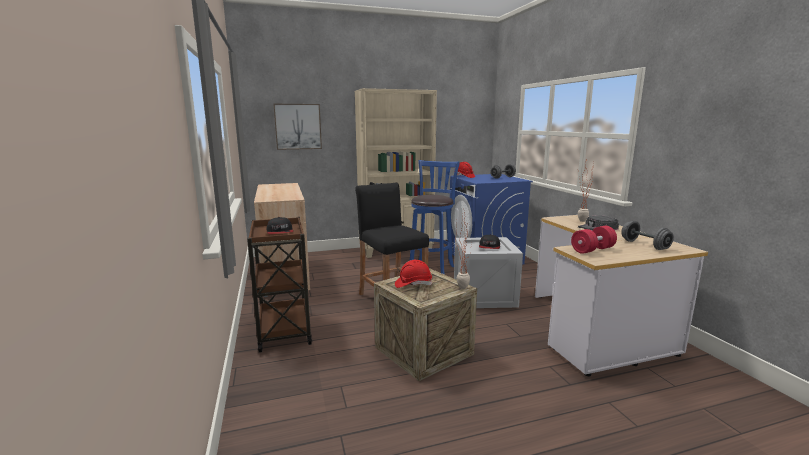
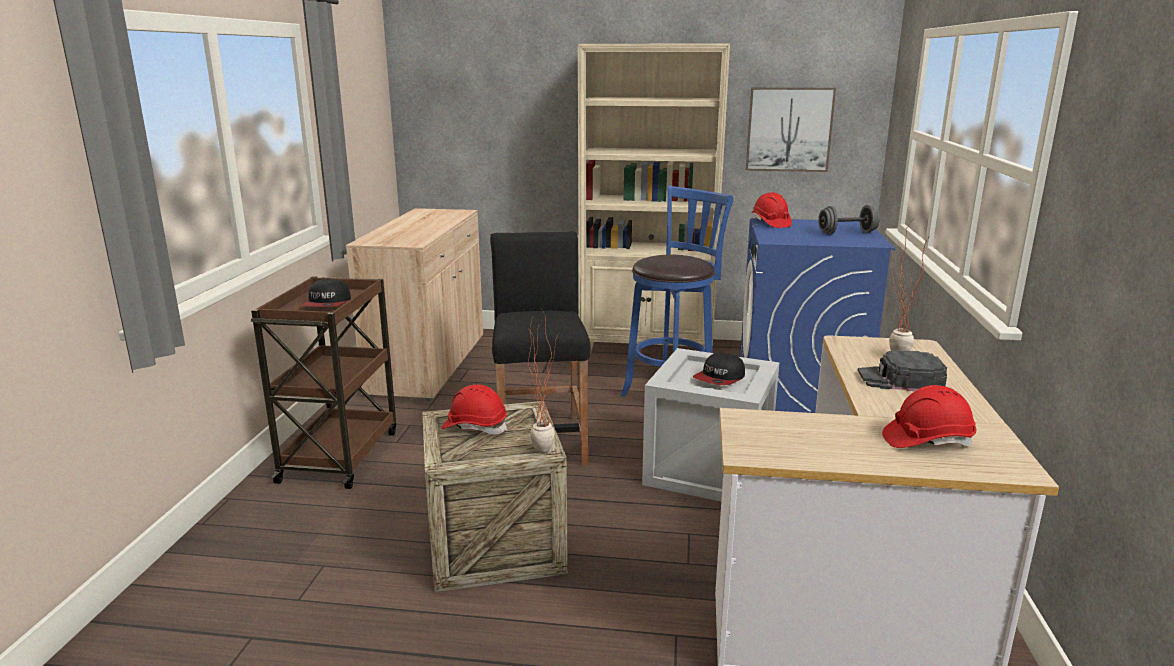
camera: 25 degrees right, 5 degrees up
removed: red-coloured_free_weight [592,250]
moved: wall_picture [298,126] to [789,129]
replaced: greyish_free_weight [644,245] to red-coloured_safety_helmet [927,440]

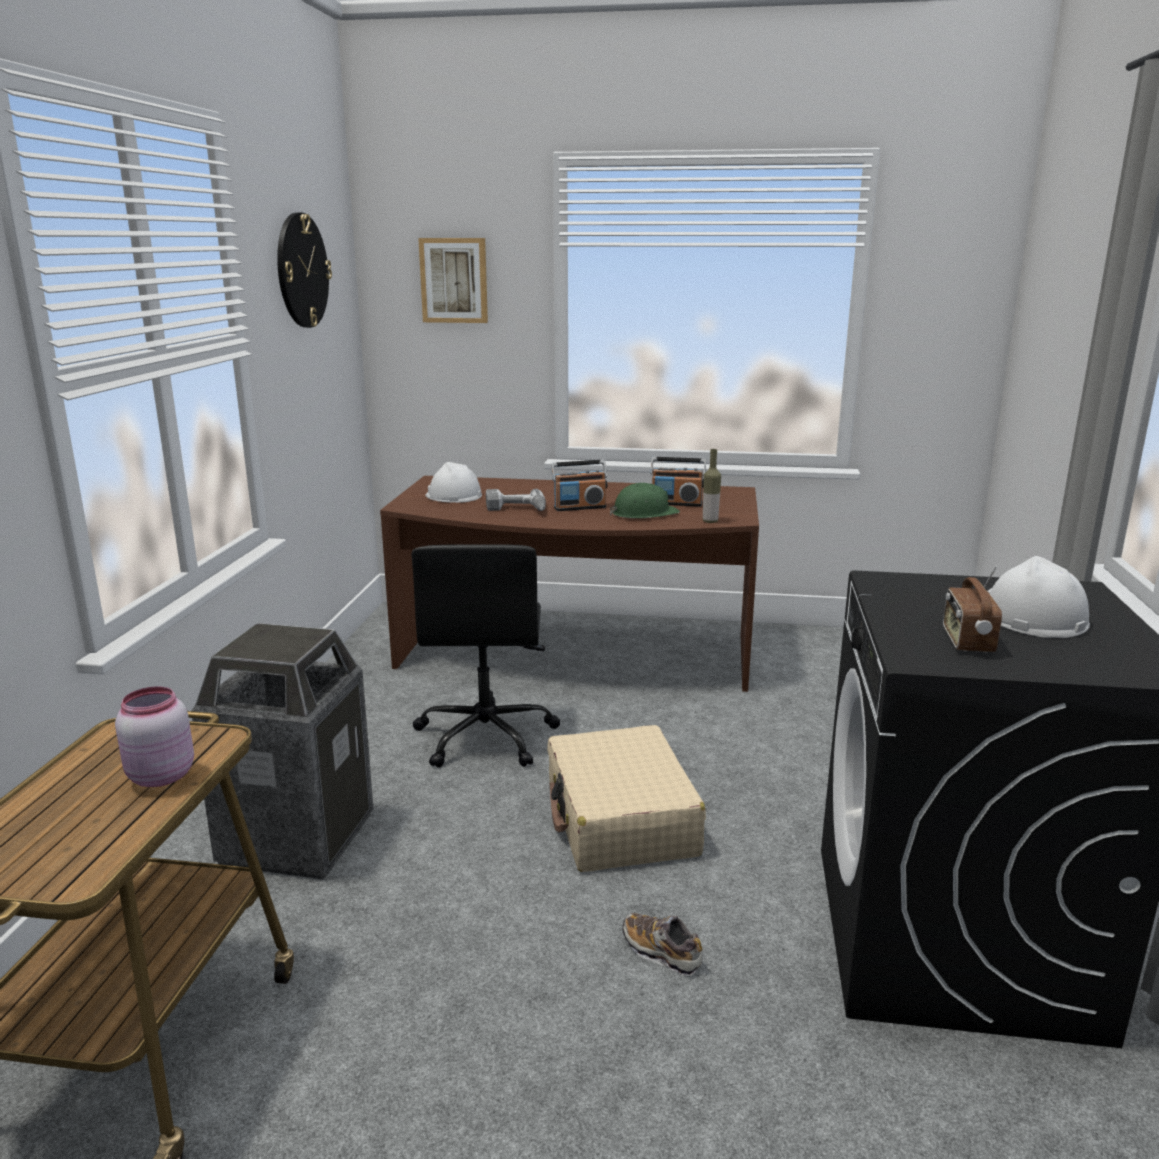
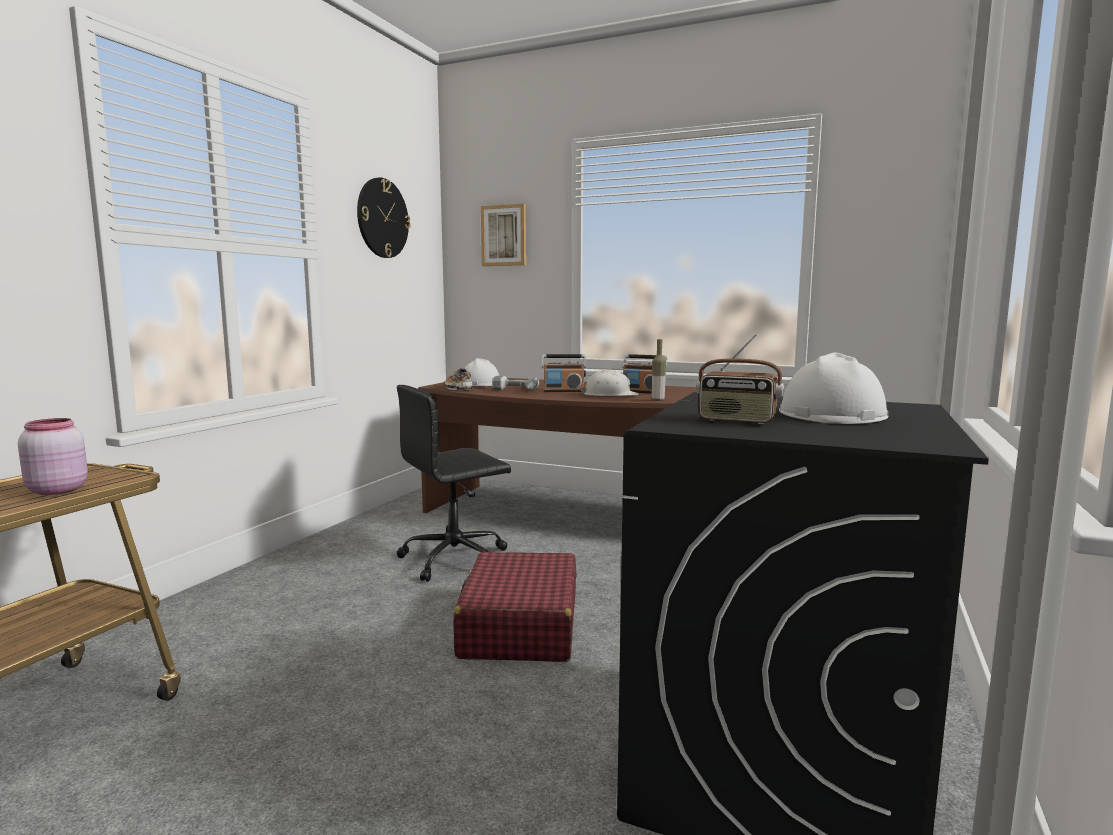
camera: 15 degrees right, 10 degrees down
removed: trash_can [297,838]
moved: low_shoe [661,952] to [458,388]
recoloured: beige_travel_case [620,819] to red-coloured_travel_case [519,626]; green-coloured_safety_helmet [644,513] to whitish_safety_helmet [609,395]
turned: blackish_desk_chair [486,736] = [456,559] 45 degrees clockwise; radio_set [966,641] = [737,421] 90 degrees counterclockwise

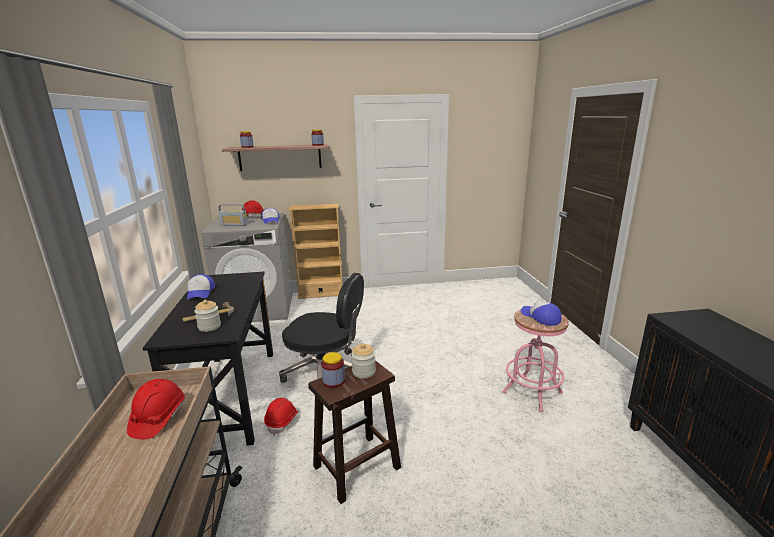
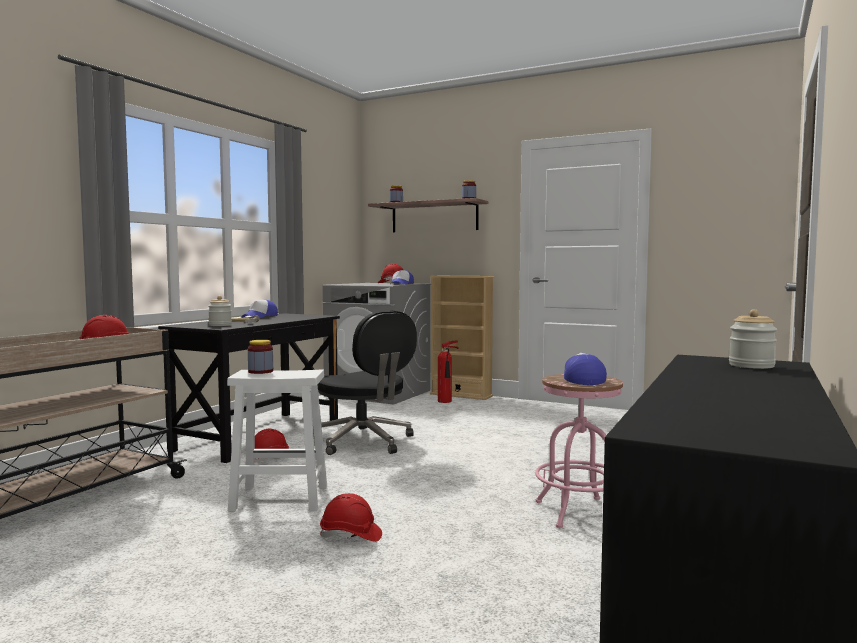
camera: 35 degrees right, 15 degrees down
removed: radio_set [234,224]
added: red-coloured_safety_helmet [351,536]; fire-fighting_cylinder [446,401]
moved: jar [364,372] to [751,365]
recoloured: brownish_stool_seat [356,468] to whitish_stool_seat [278,498]

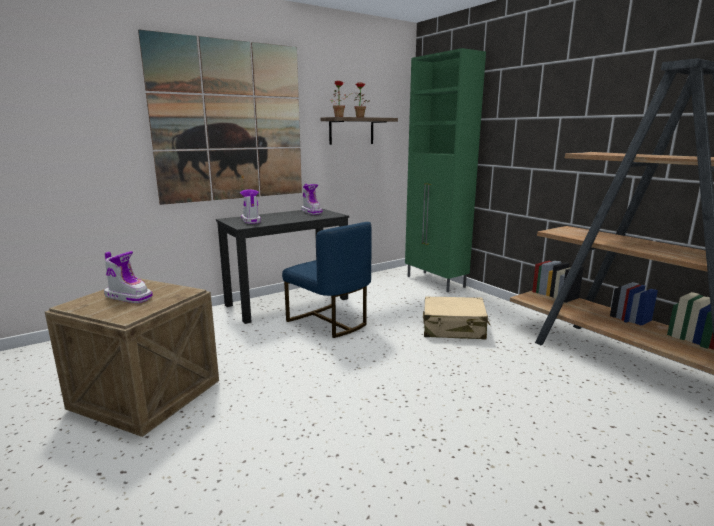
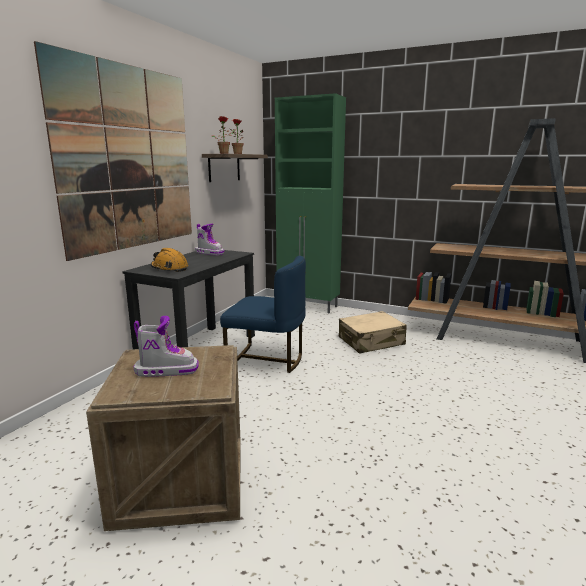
camera: 30 degrees left, 0 degrees up
replaced: boot [251,220] to orangey_safety_helmet [169,268]

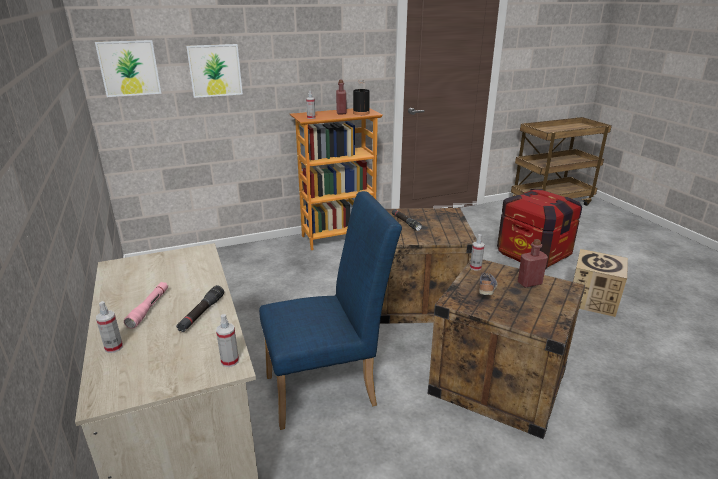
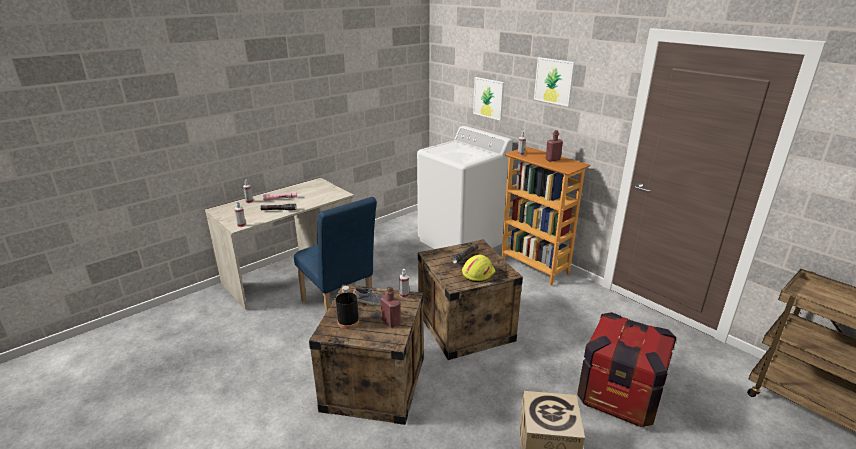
camera: 70 degrees right, 0 degrees up
added: whitish_laundry_machine [461,241]; yellow_safety_helmet [478,273]
moved: wall_picture [129,68] to [554,81]; blackish_beverage_bottle [361,113] to [348,322]

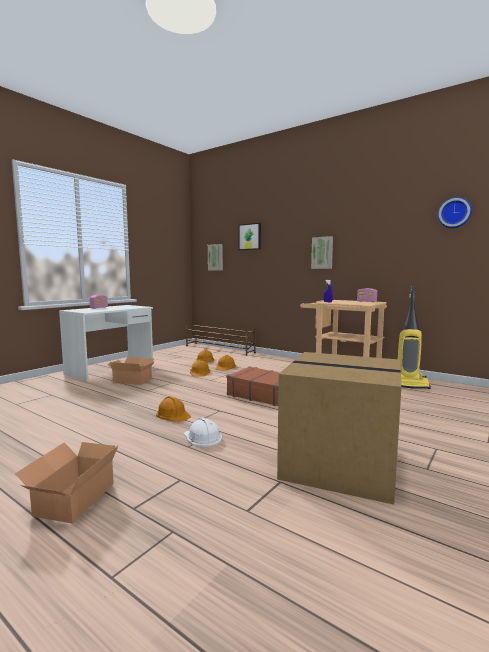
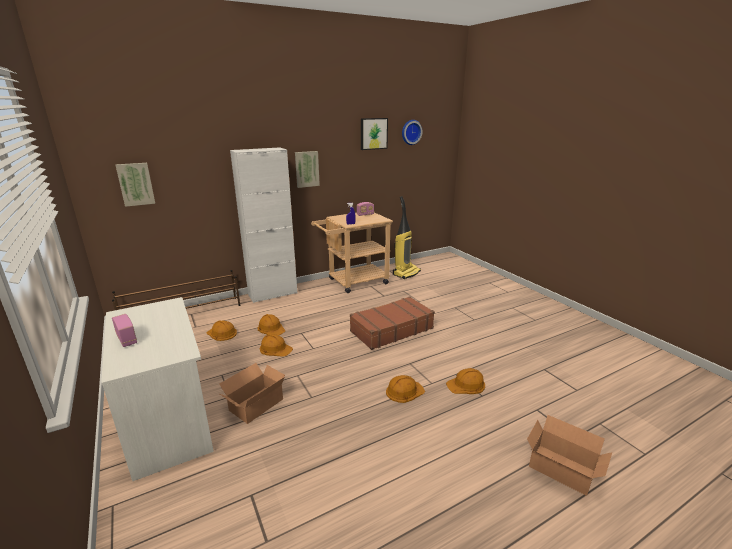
camera: 65 degrees left, 15 degrees up
removed: carton [338,464]
added: whitish_cupboard [273,294]
moved: wall_picture [250,236] to [373,133]
recoloured: whitish_safety_helmet [202,437] to orangey_safety_helmet [466,385]

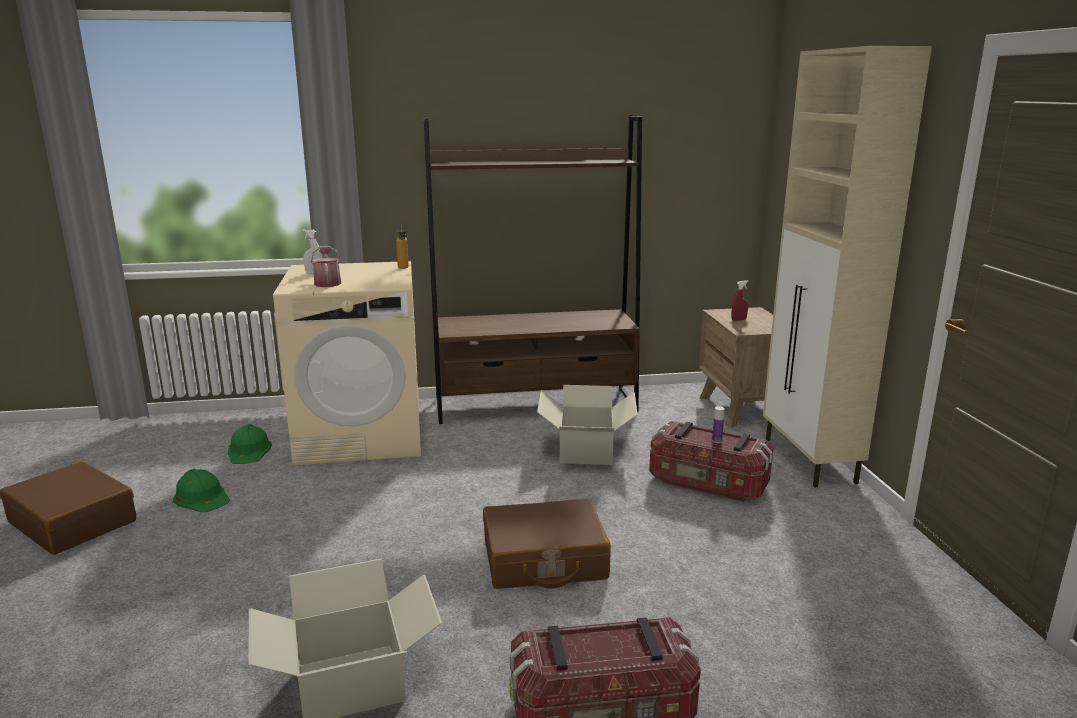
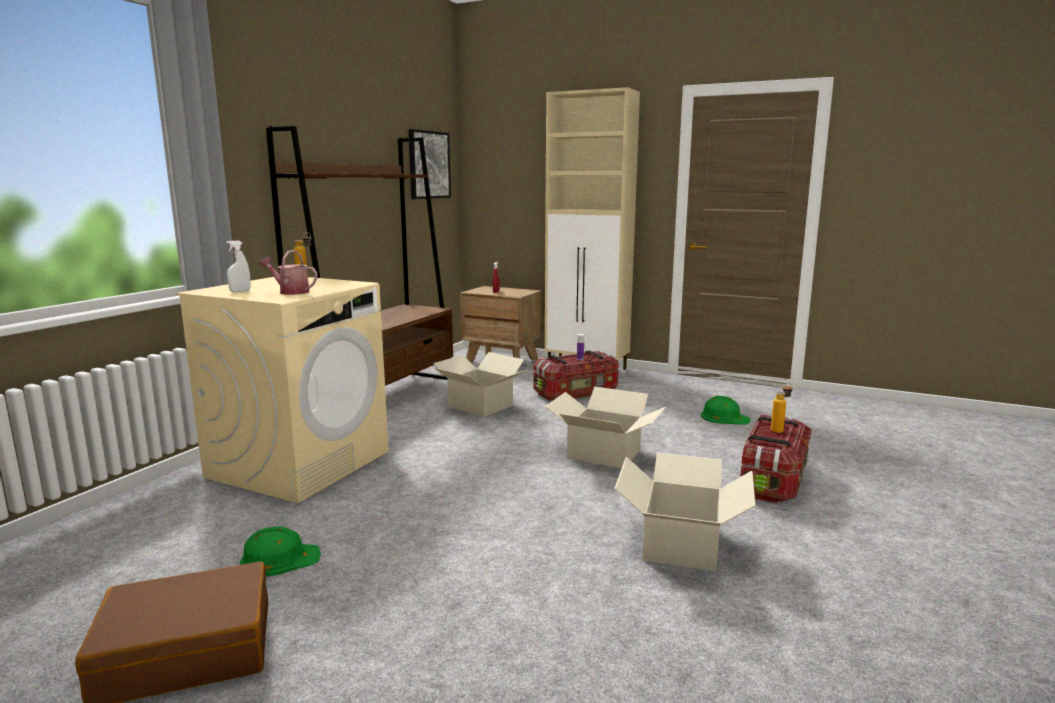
camera: 55 degrees left, 5 degrees down
added: wall_picture [428,165]; beverage_bottle [780,430]
moved: green-coloured_safety_helmet [249,451] to [724,417]
replaced: brownish_travel_case [544,560] to carton [604,453]

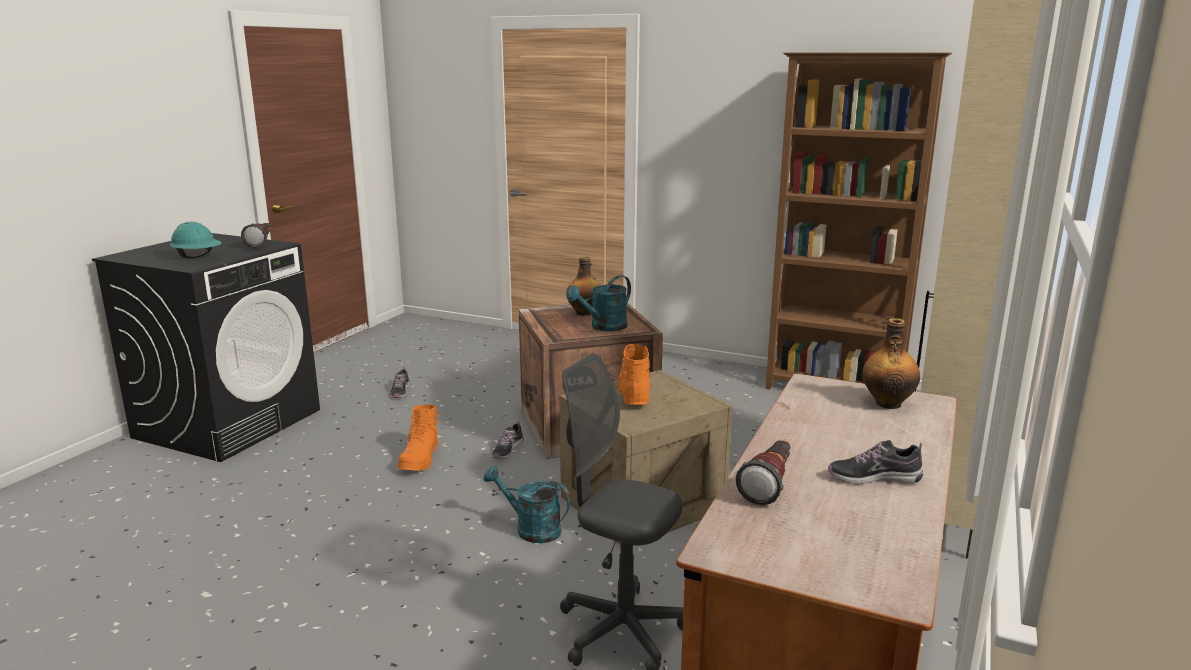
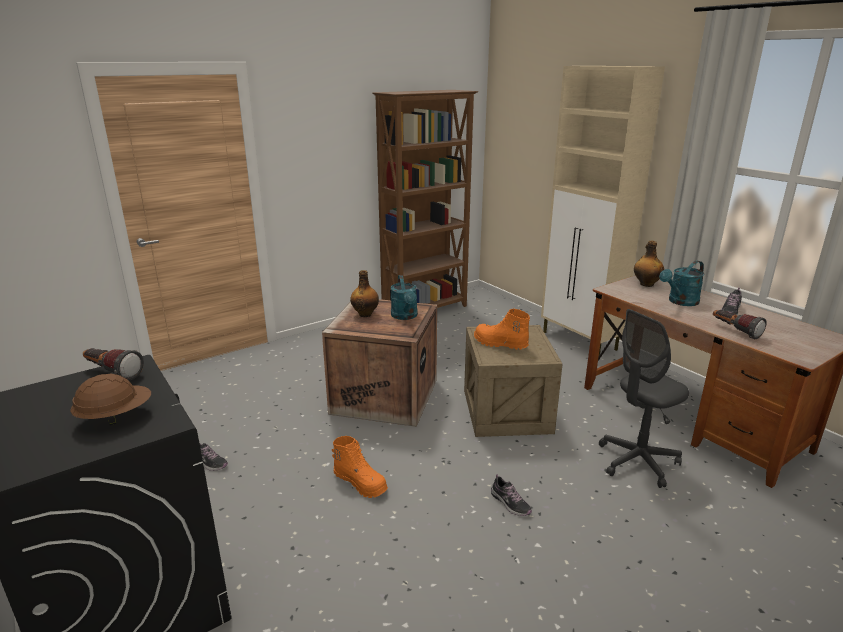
camera: 60 degrees left, 5 degrees up
moved: turquoise_watering_can [531,529] to [680,302]; low_shoe [507,450] to [510,503]
recoloured: turquoise_safety_helmet [198,257] to brownish_safety_helmet [116,417]

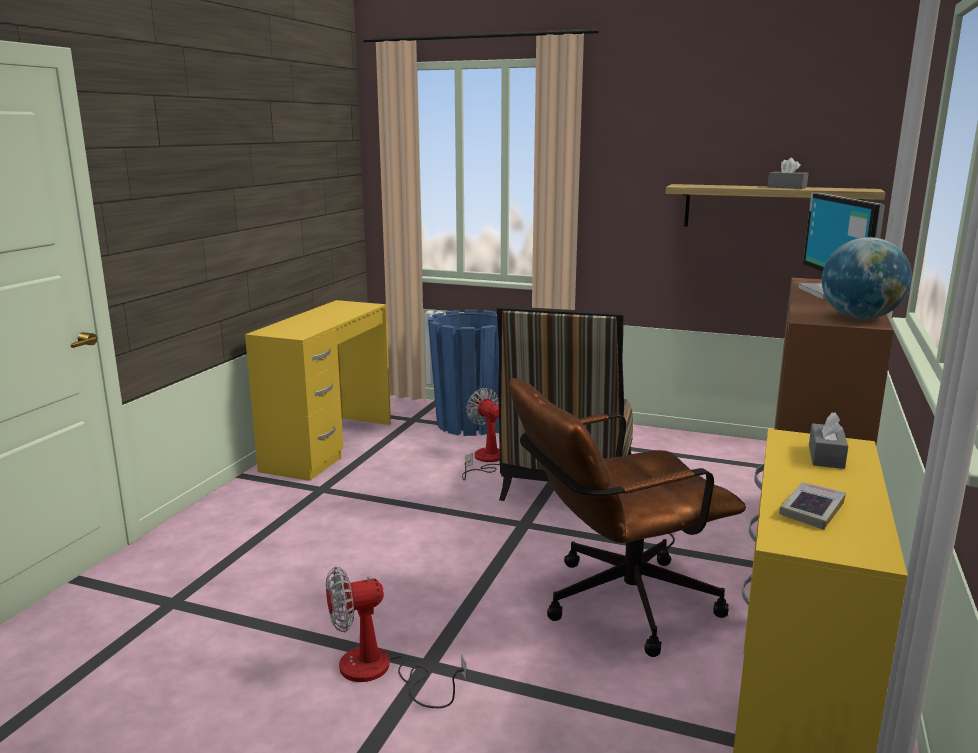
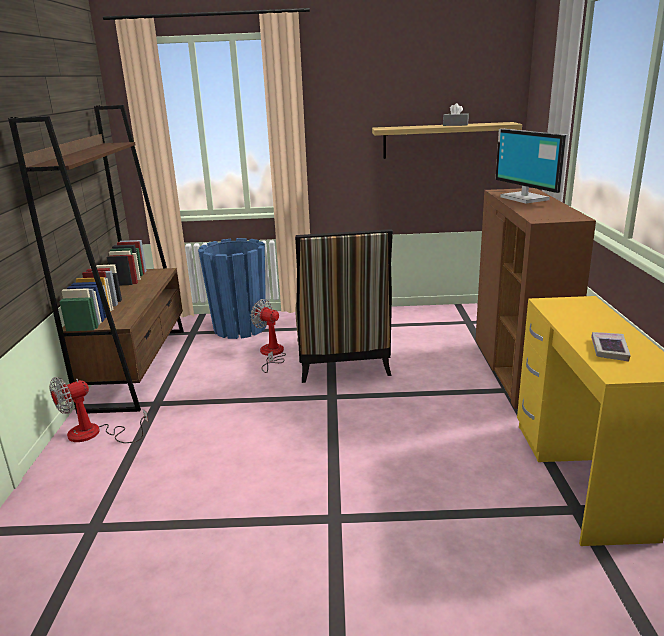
camera: 20 degrees left, 5 degrees up
removed: brownish_desk_chair [615,604]; greyish_tissue_holder [826,456]; world_globe [860,318]
moved: fan [380,672] to [94,434]
replaced: yellow_desk [328,446] to brownish_shelving_unit [137,367]

